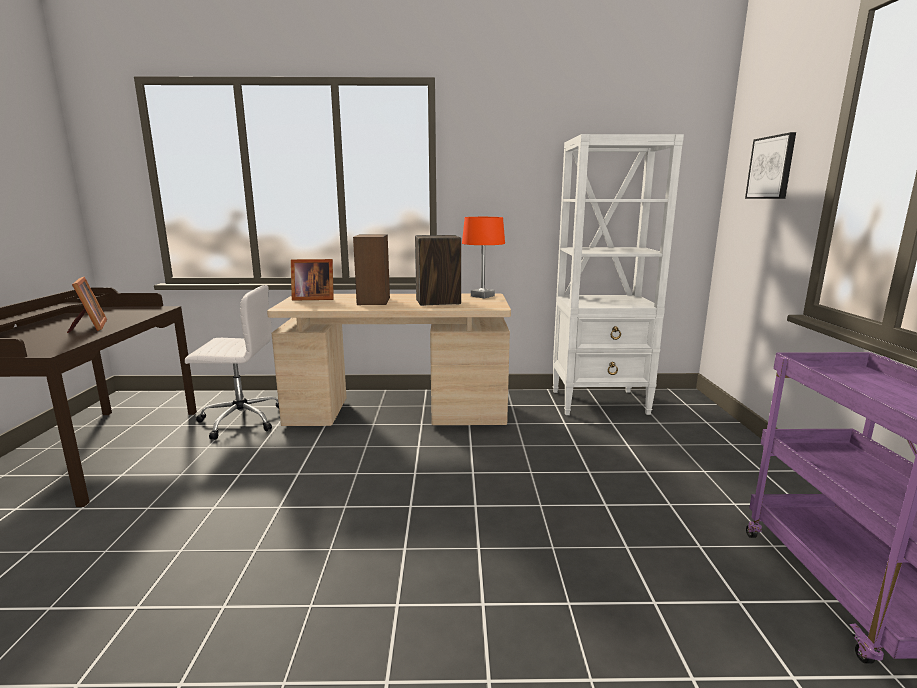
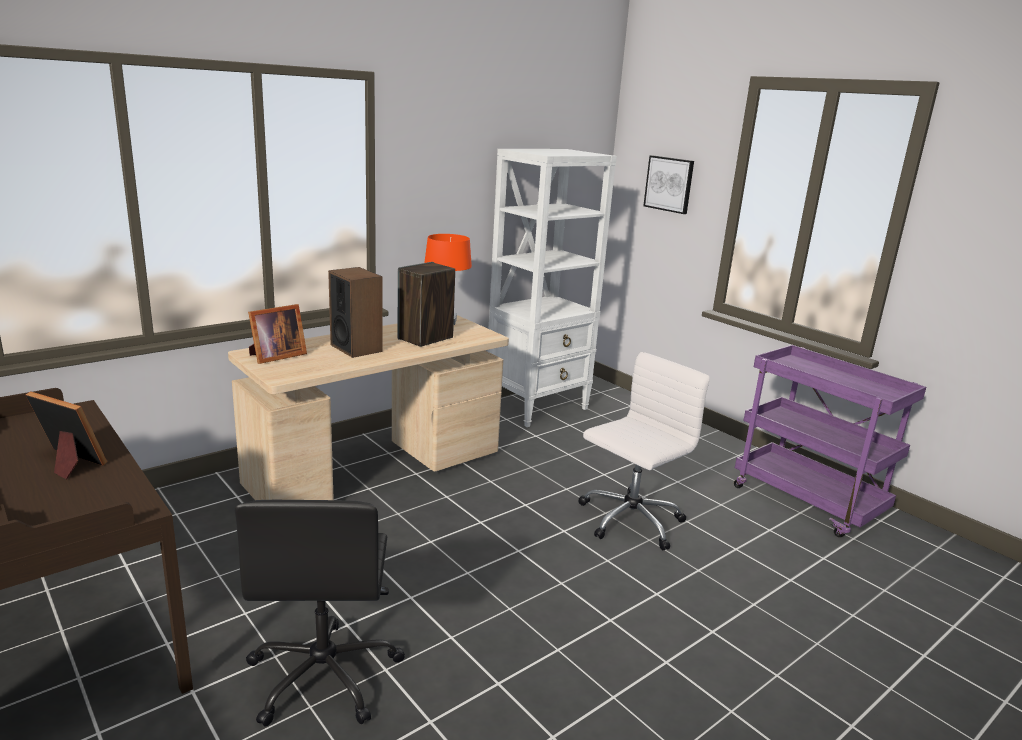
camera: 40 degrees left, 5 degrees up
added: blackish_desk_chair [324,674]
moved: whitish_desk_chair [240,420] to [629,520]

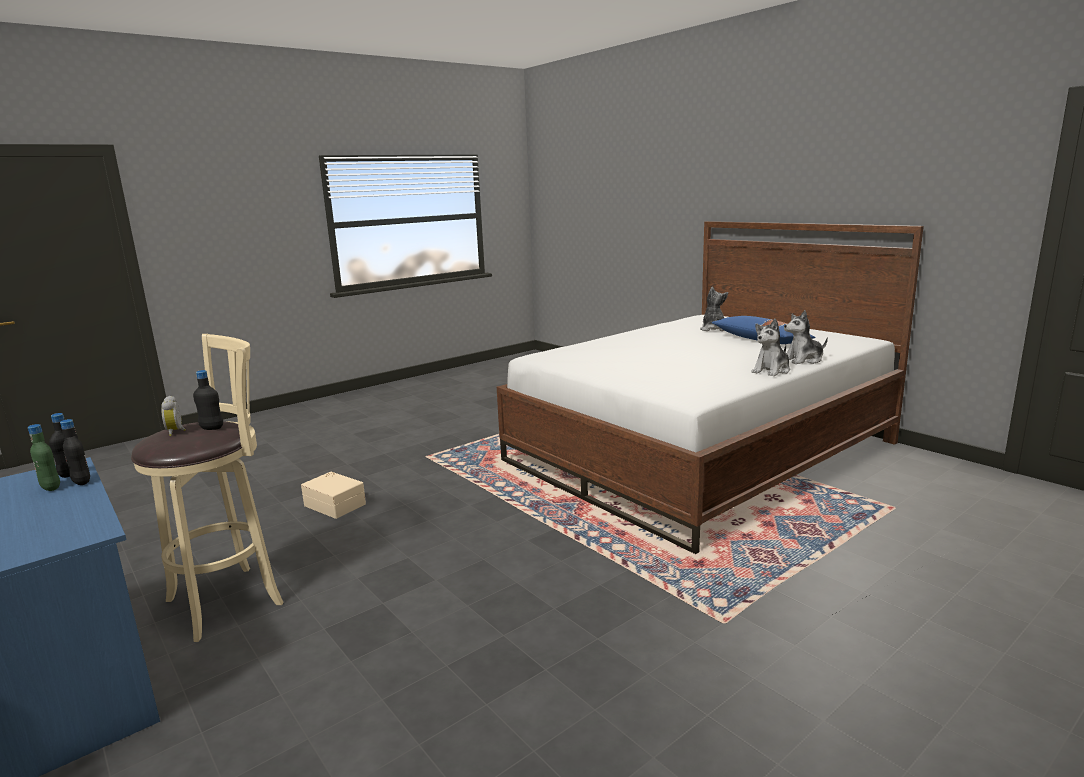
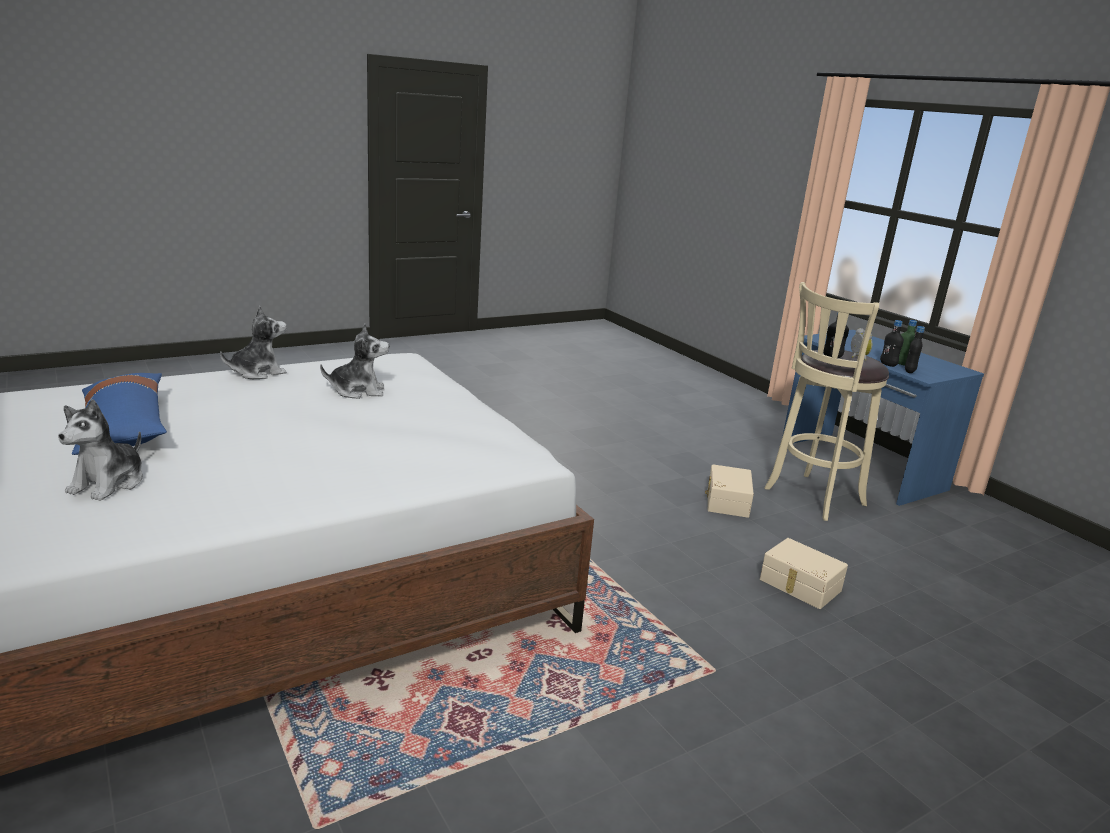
camera: 175 degrees left, 5 degrees up
added: beige_storage_box [726,501]
moved: cuddly_toy [803,360] to [358,391]

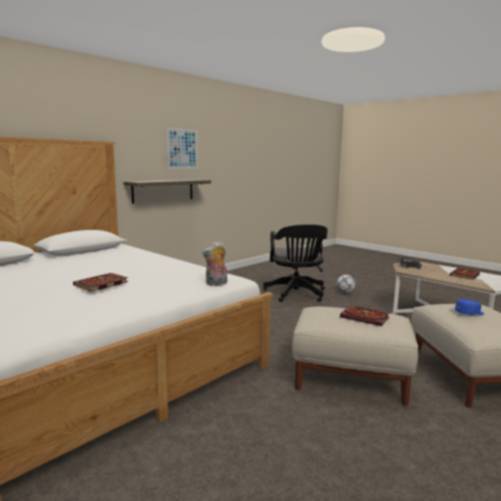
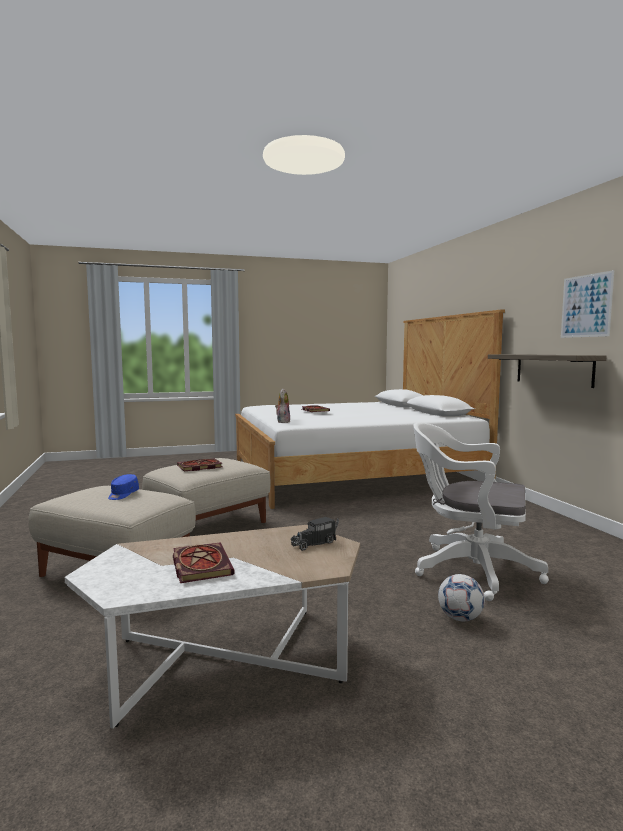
camera: 120 degrees right, 5 degrees down
recoloured: blackish_desk_chair [296,294] to whitish_desk_chair [469,570]

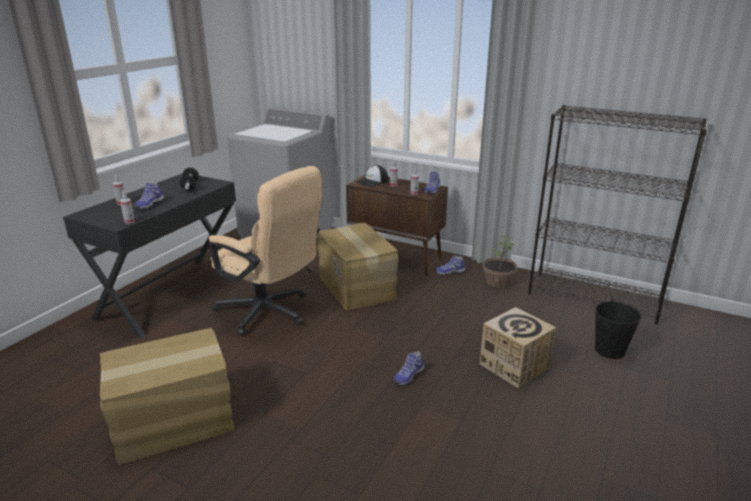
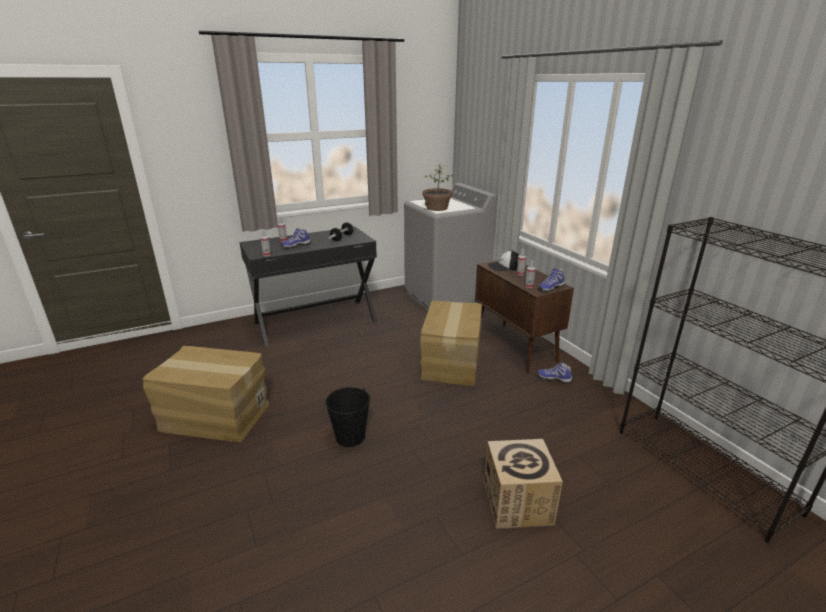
camera: 35 degrees right, 0 degrees up
removed: beige_desk_chair [270,313]; low_shoe [408,376]
moved: plant_in_a_pot [497,282] to [436,208]; blackish_bucket [609,350] to [350,436]

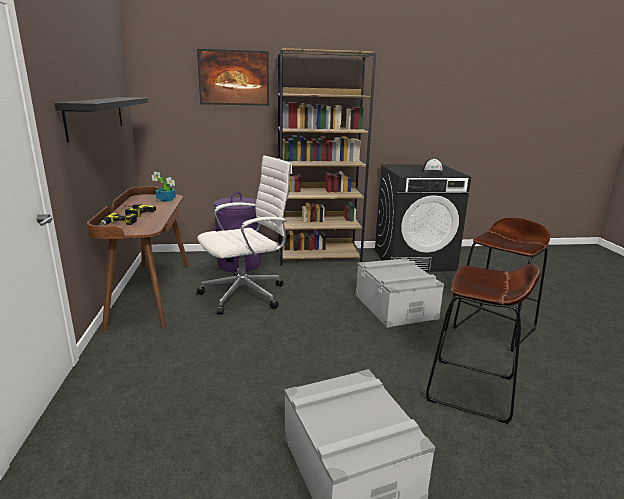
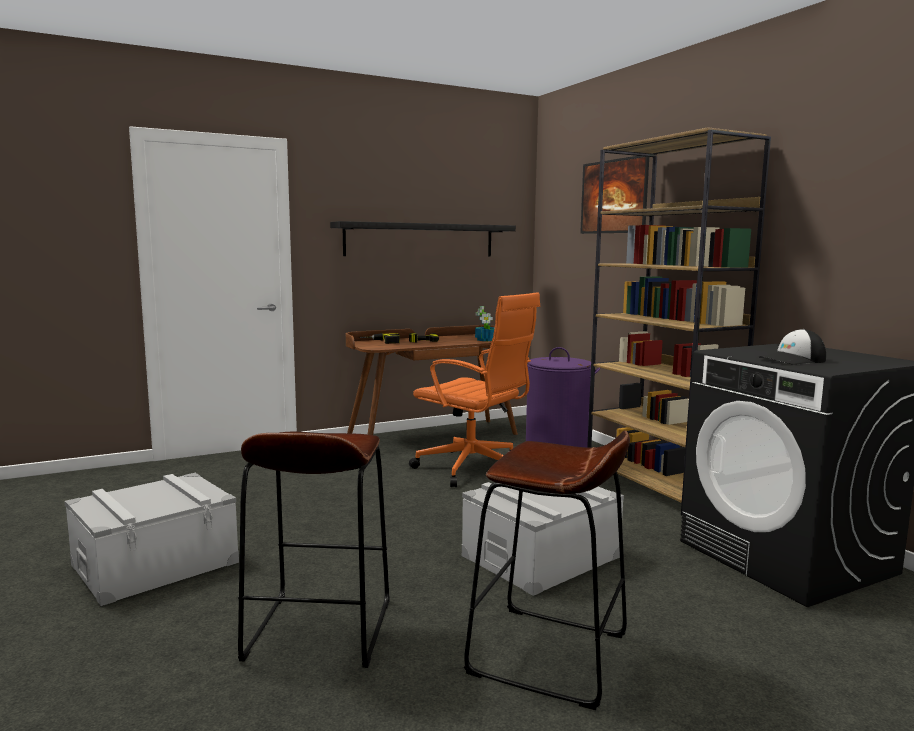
camera: 70 degrees right, 10 degrees down
recoloured: whitish_desk_chair [246,294] to orangey_desk_chair [474,469]

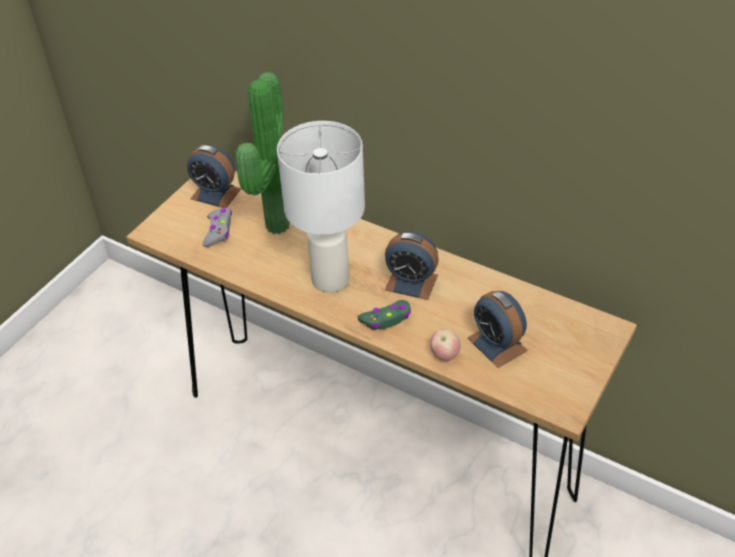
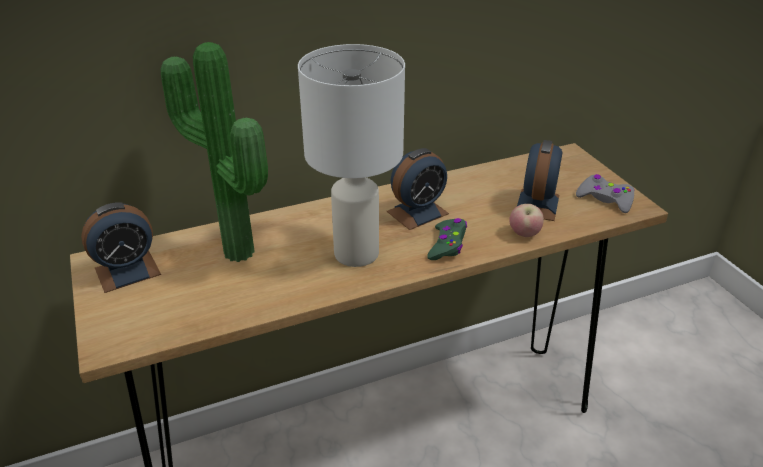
camera: 55 degrees left, 10 degrees down
moved: greyish_game_controller [218,231] to [605,199]
turned: table_clock [497,344] = [537,204] 105 degrees clockwise

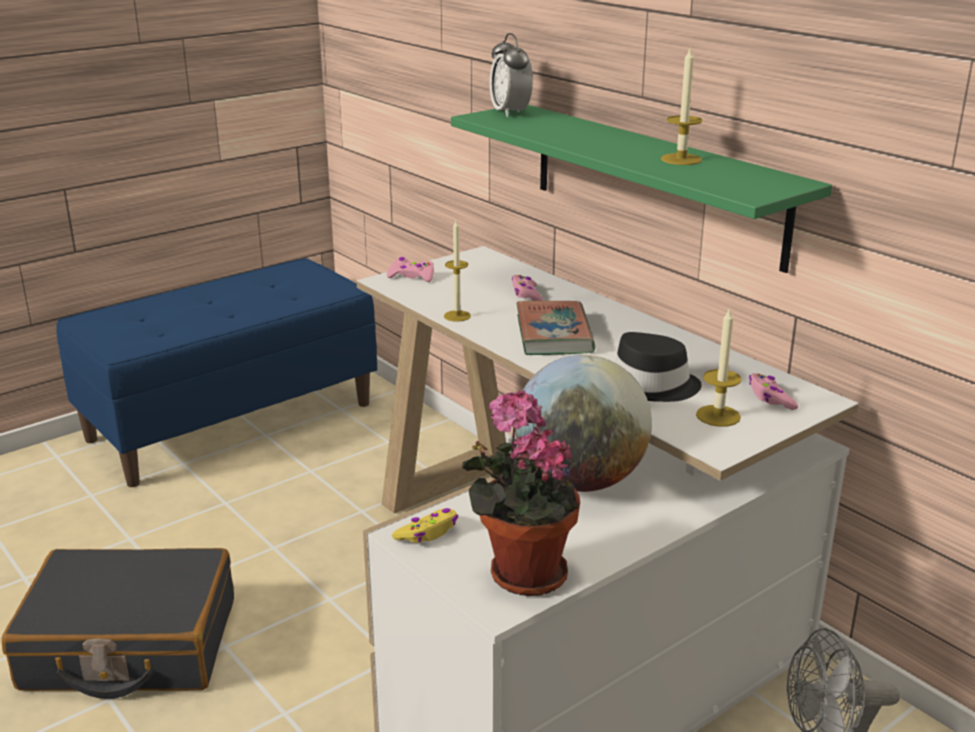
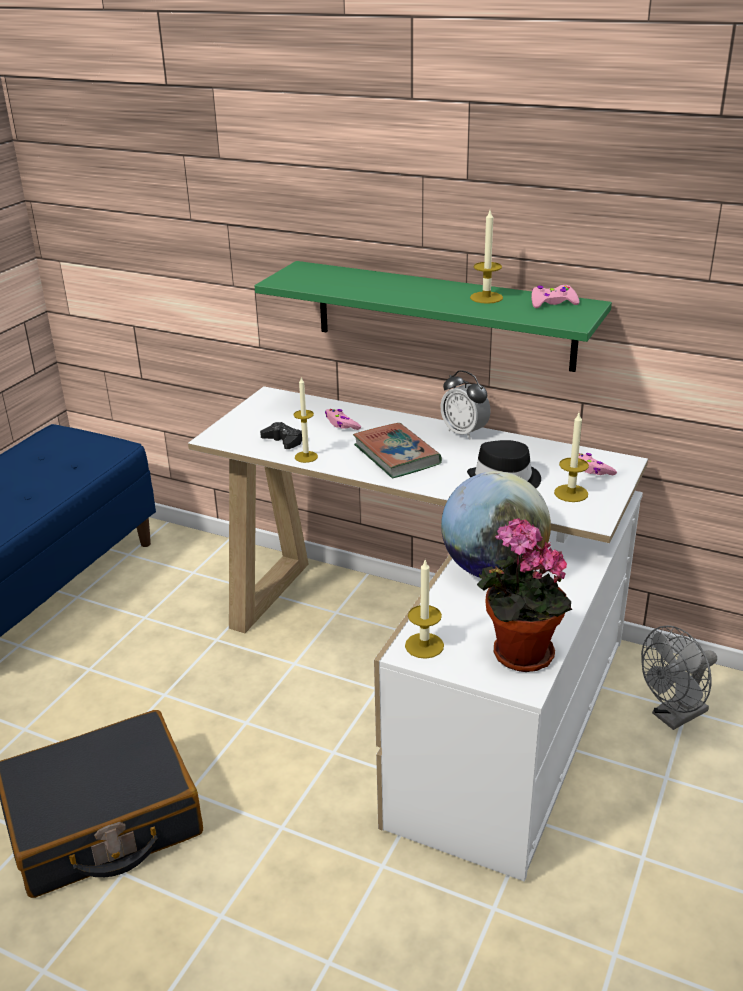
camera: 25 degrees left, 5 degrees up
added: blackish_game_controller [283,441]
moved: pink_game_controller [412,276] to [552,303]; table_clock [510,113] to [464,432]
replaced: yellow_game_controller [428,533] to candle [424,645]

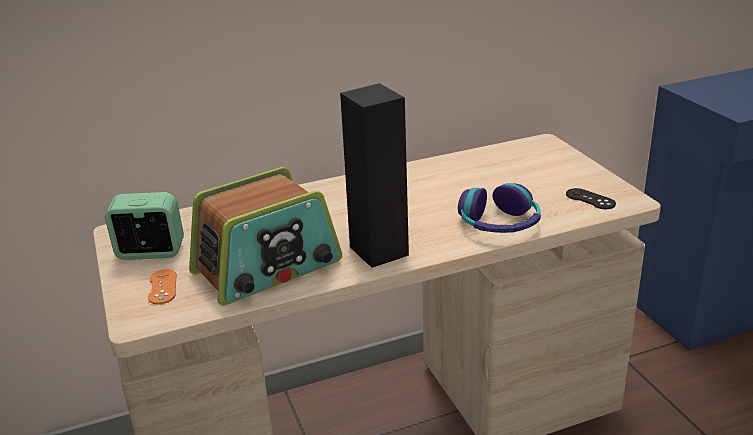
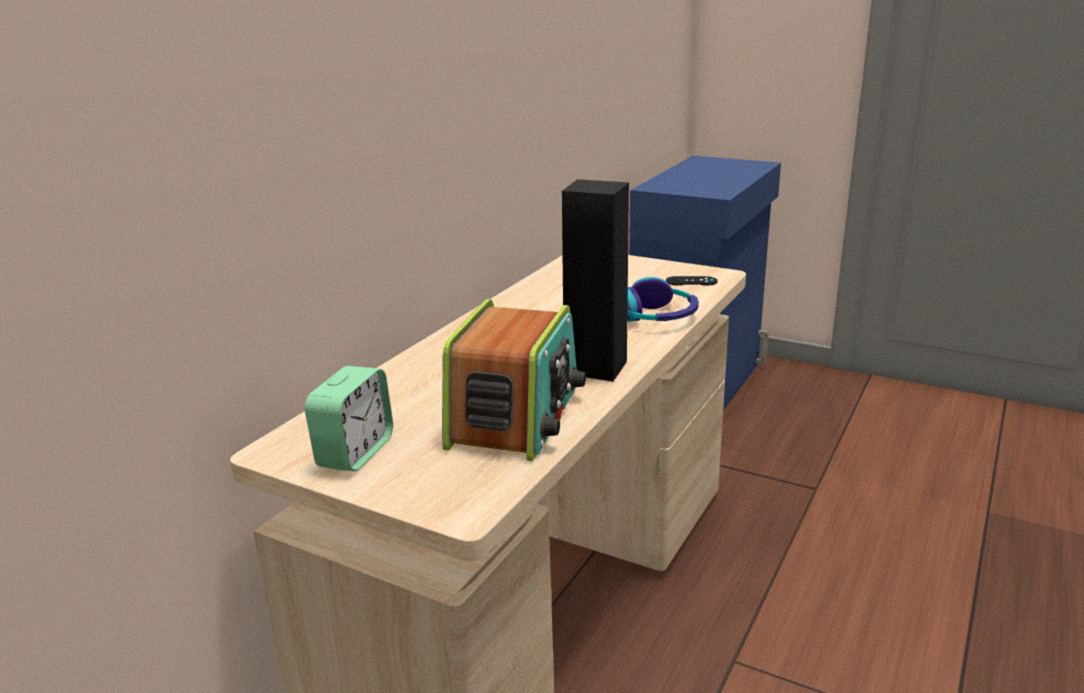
camera: 40 degrees left, 5 degrees down
removed: orangey_game_controller [162,287]
turned: table_clock [150,252] = [355,452] 150 degrees clockwise

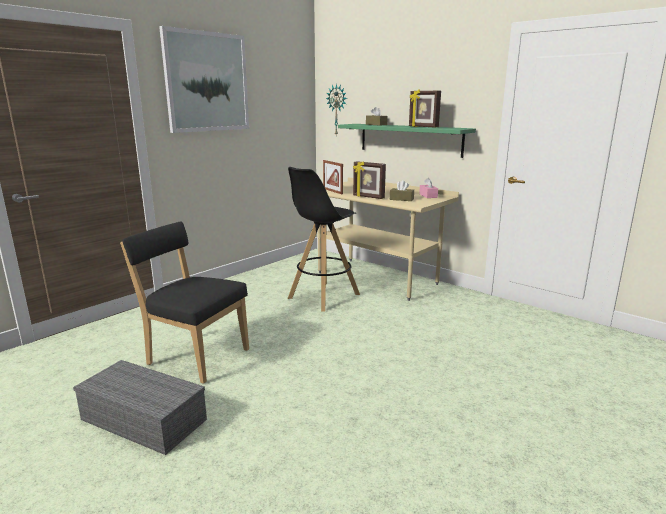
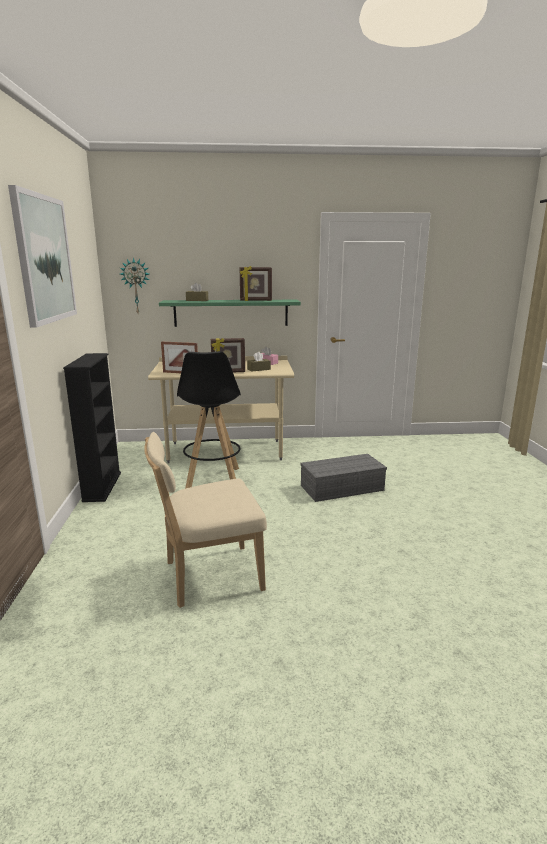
camera: 45 degrees left, 0 degrees up
added: blackish_shelving_unit [102,486]
moved: greyish_storage_box [146,419] to [342,487]
recoloured: blackish_upright_chair [195,356] to beige_upright_chair [208,576]

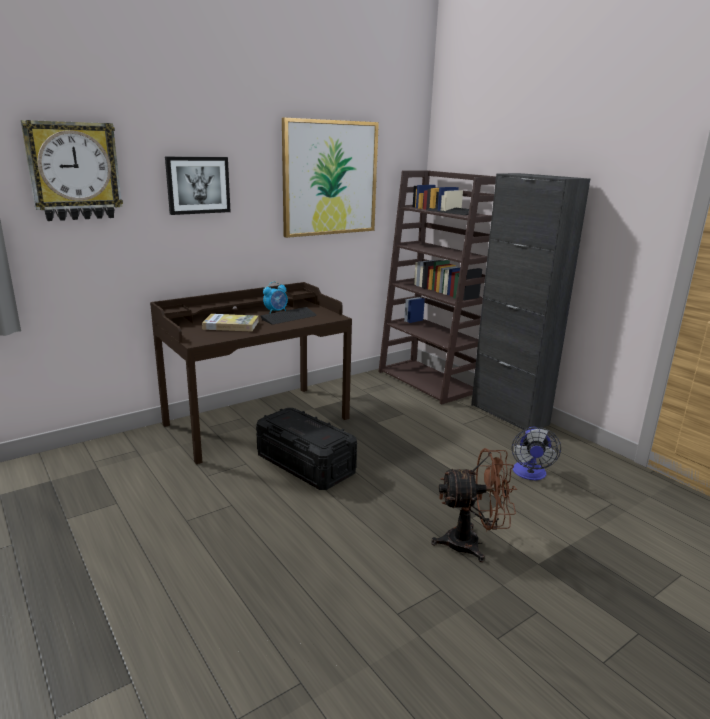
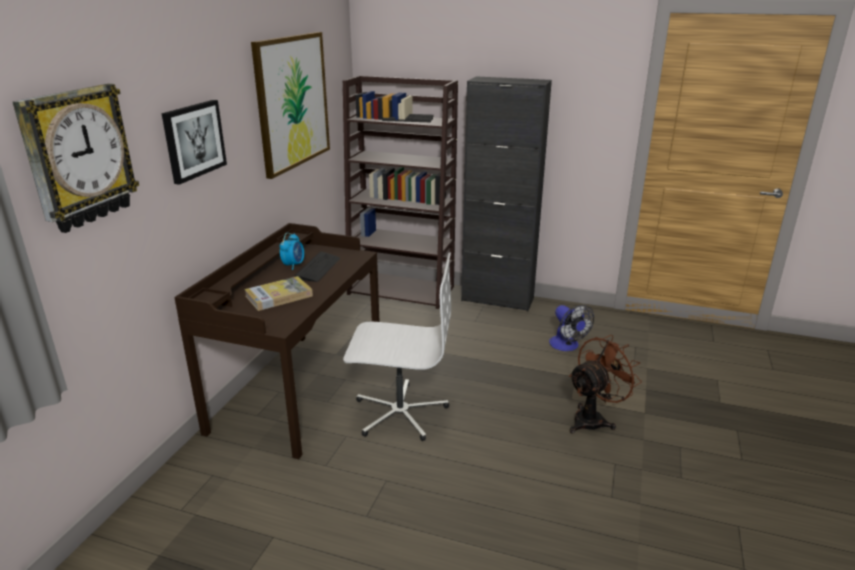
camera: 35 degrees left, 5 degrees up
replaced: blackish_storage_box [305,464] to whitish_desk_chair [399,412]

